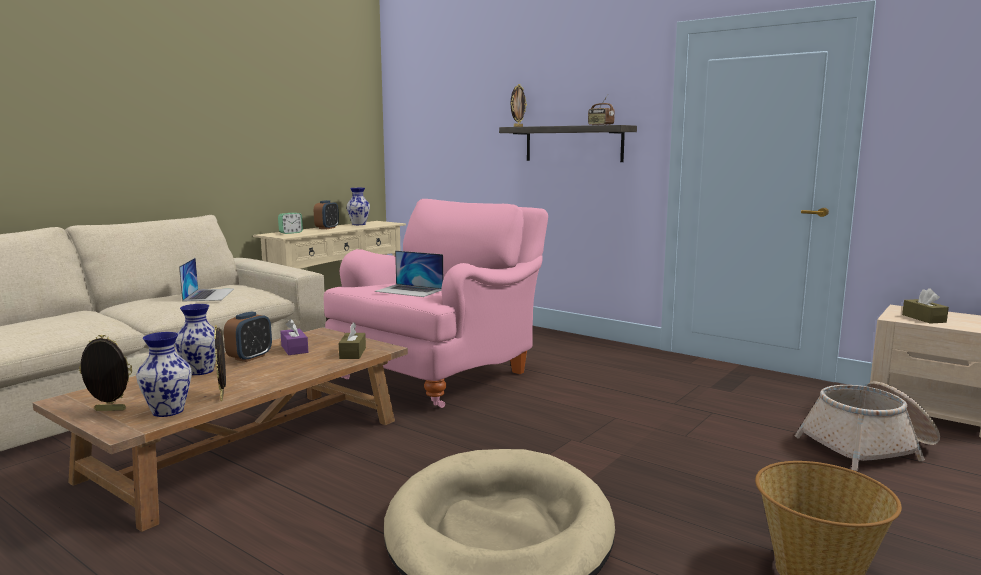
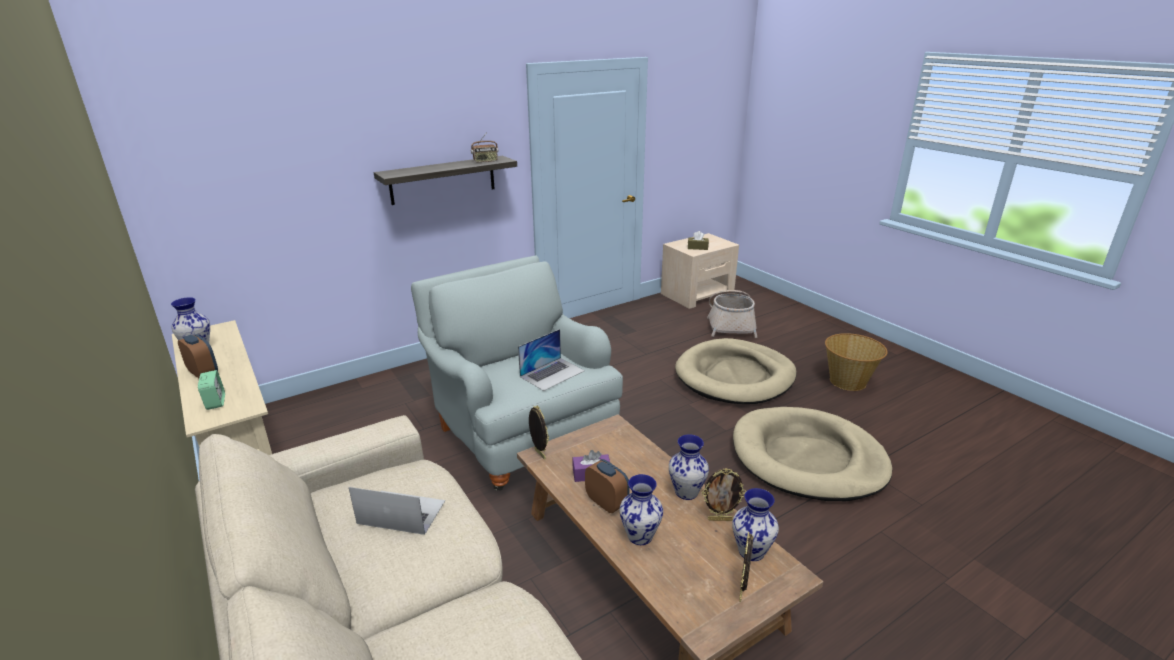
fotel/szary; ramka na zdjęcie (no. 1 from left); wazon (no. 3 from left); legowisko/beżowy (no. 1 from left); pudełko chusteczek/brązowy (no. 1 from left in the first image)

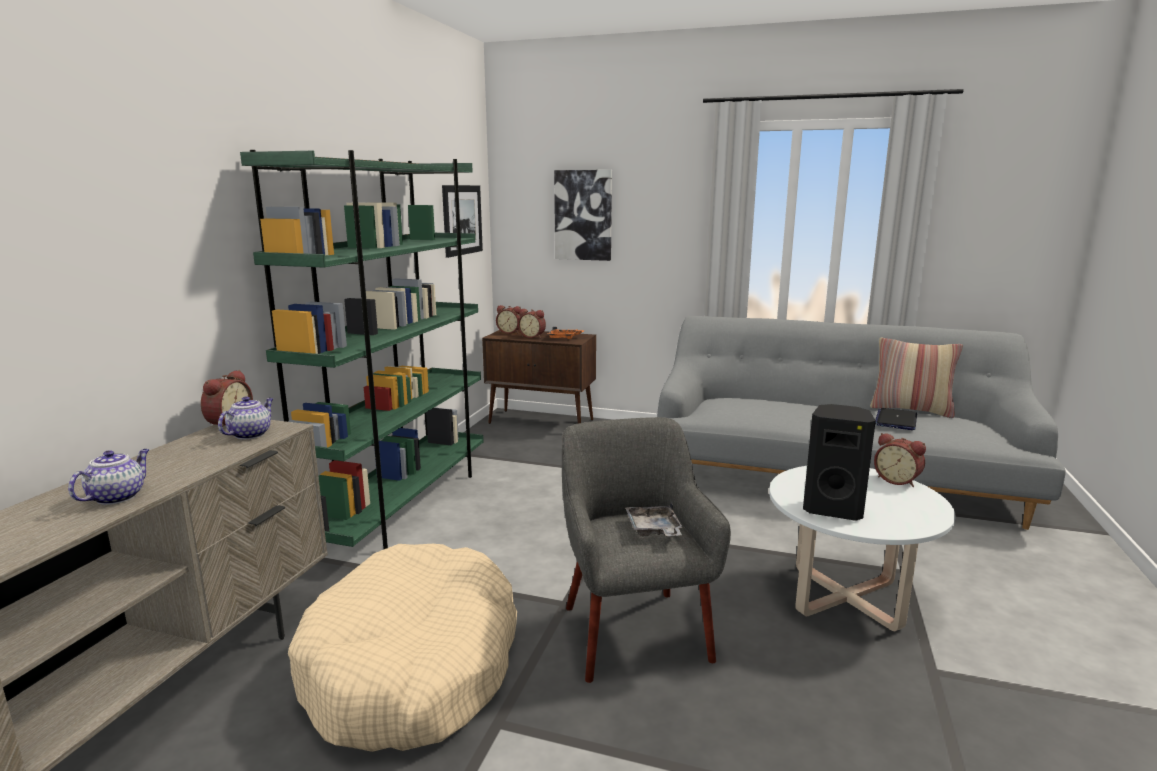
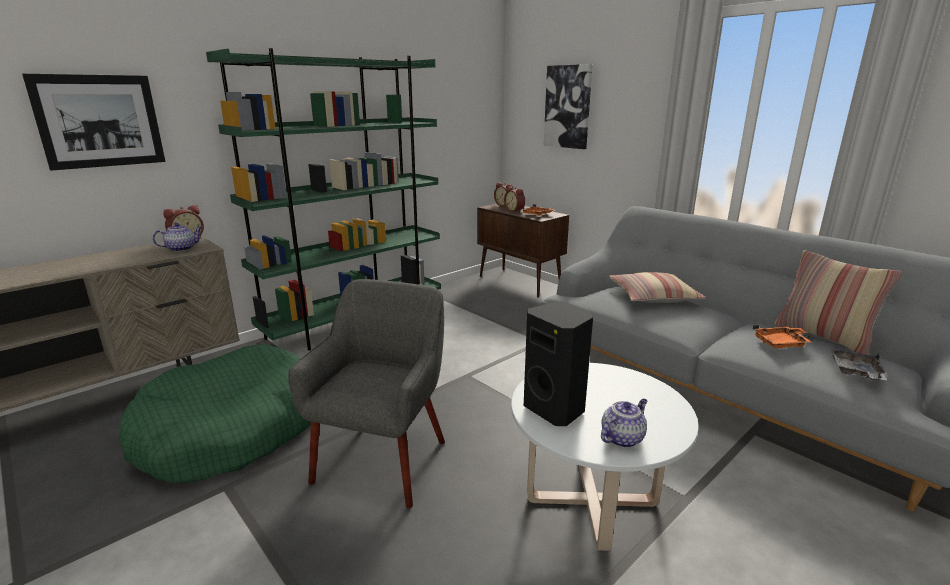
obraz (no. 1 from left); legowisko/zielony; imbryk (no. 2 from left); poduszka (no. 1 from left); taca/pomarańczowy (no. 2 from left); taca/szary; budzik (no. 4 from left in the first image)

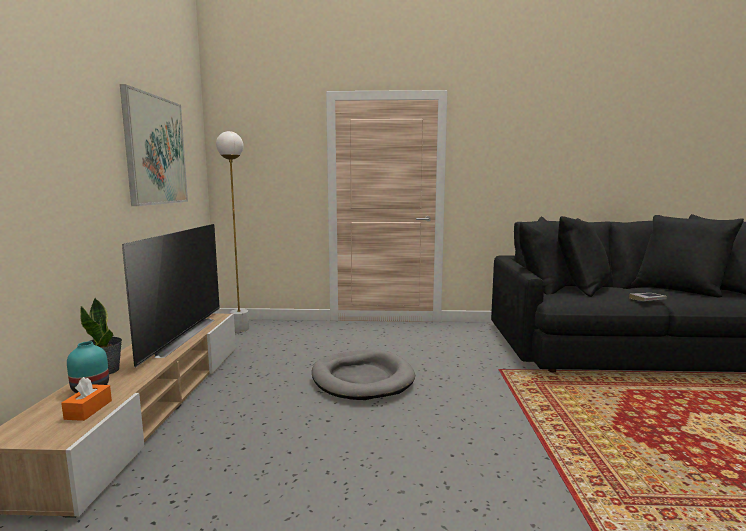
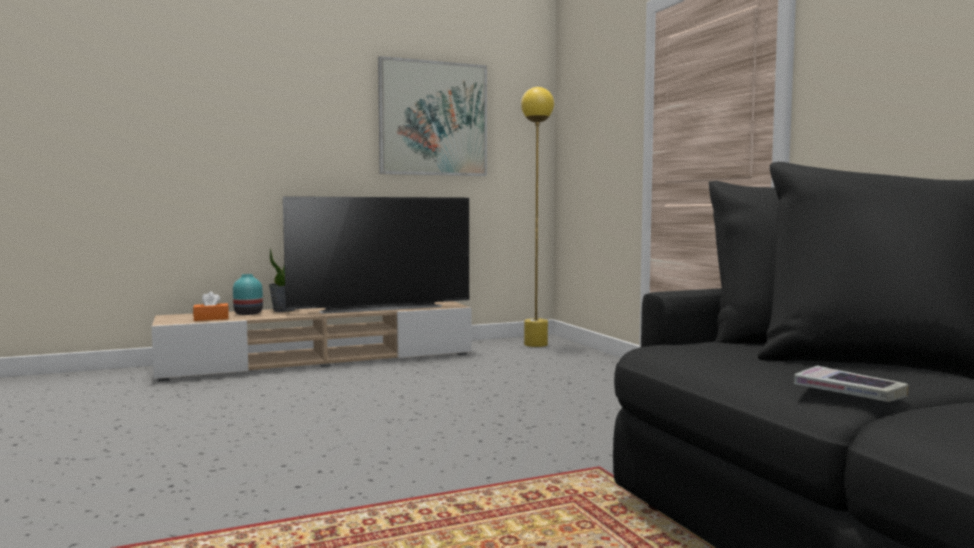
lampa stojąca/żółty; legowisko/szary

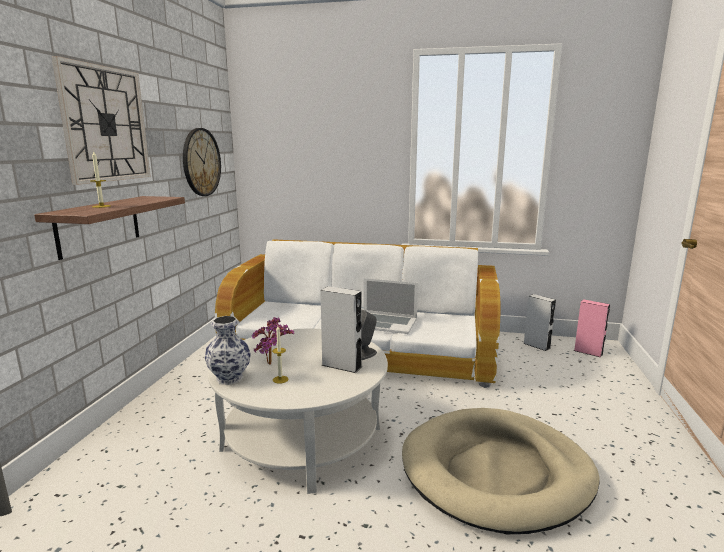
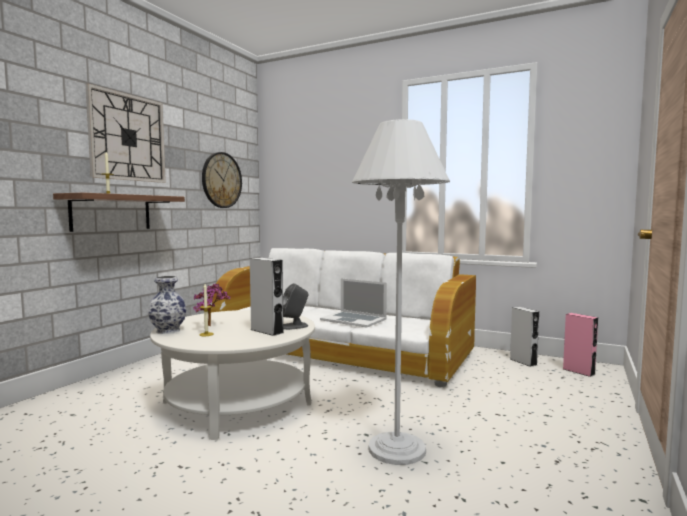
lampa stojąca/biały

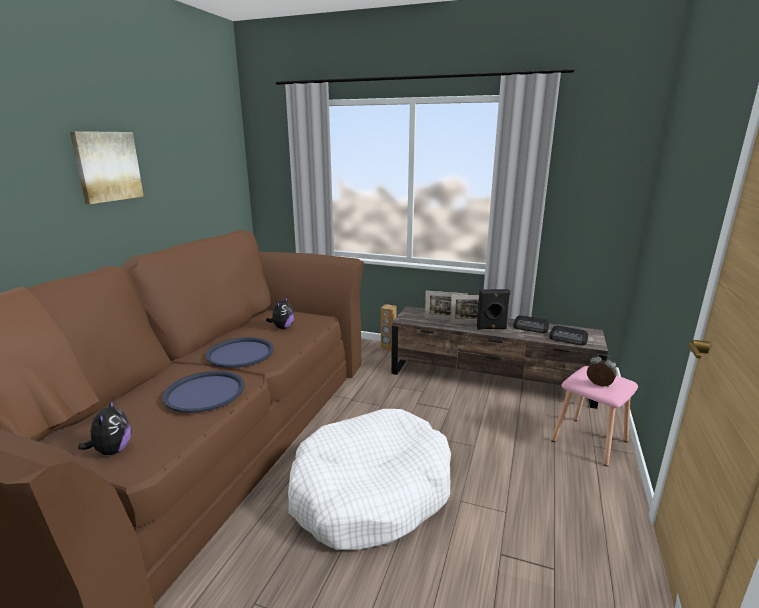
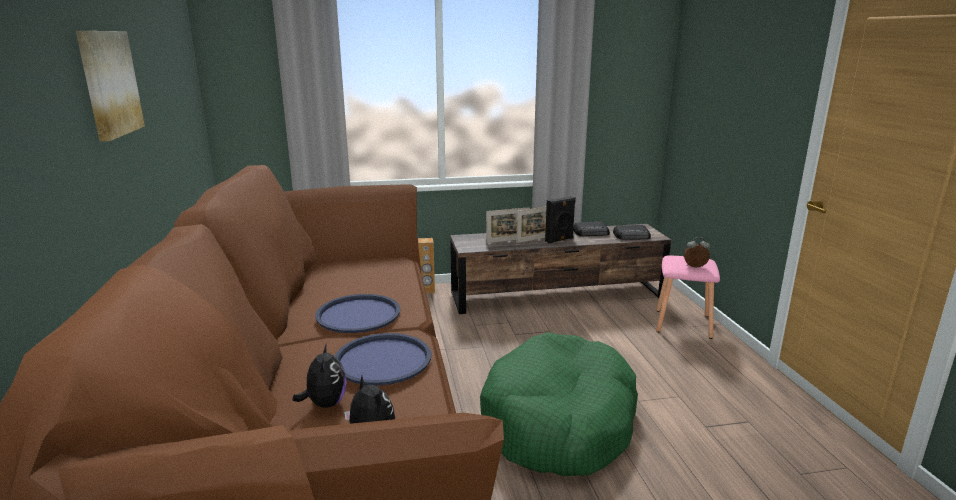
pluszak (no. 1 from left); legowisko/zielony

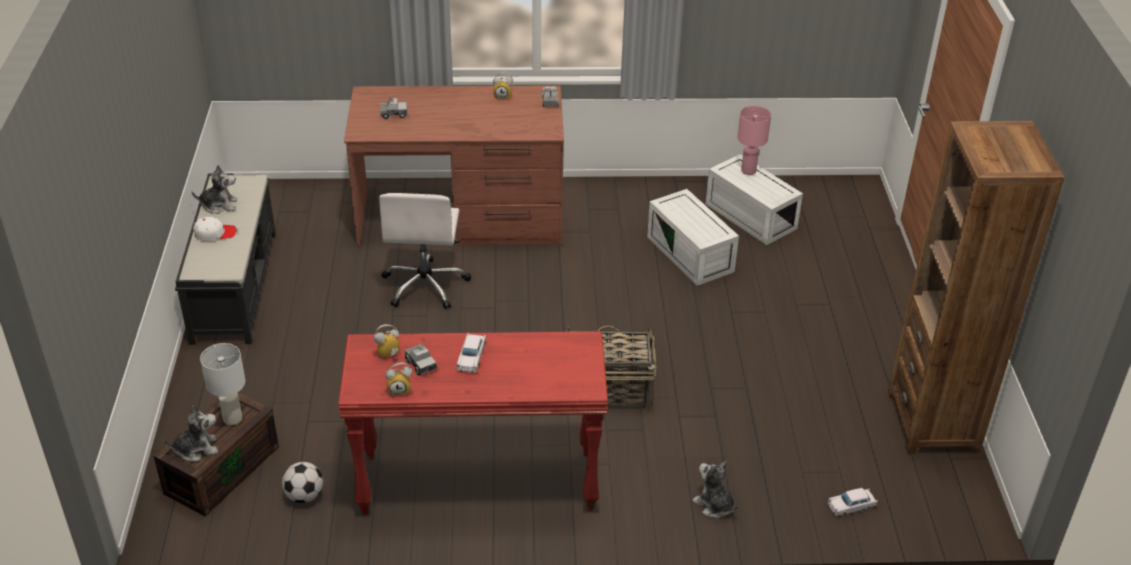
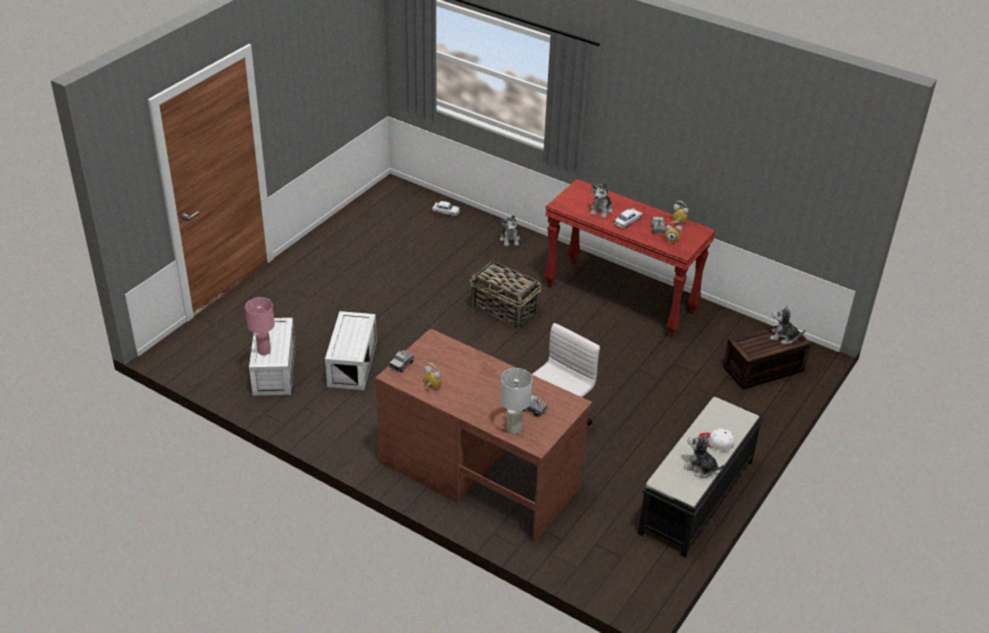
lampa stołowa/biały; pluszak (no. 2 from left); piłka futbolowa; regał/brązowy

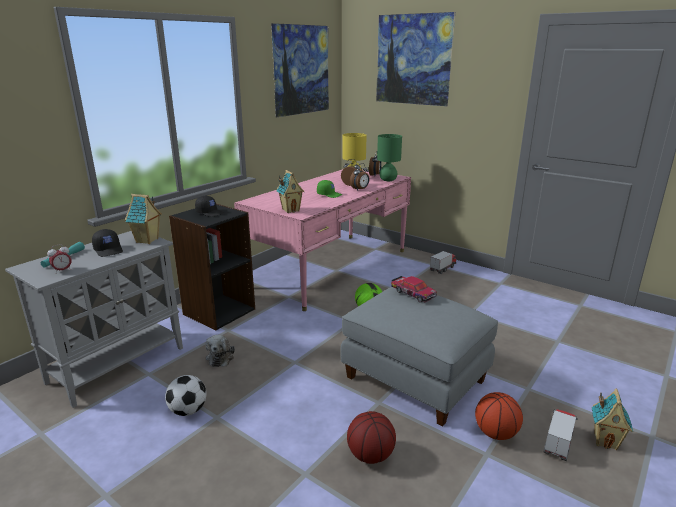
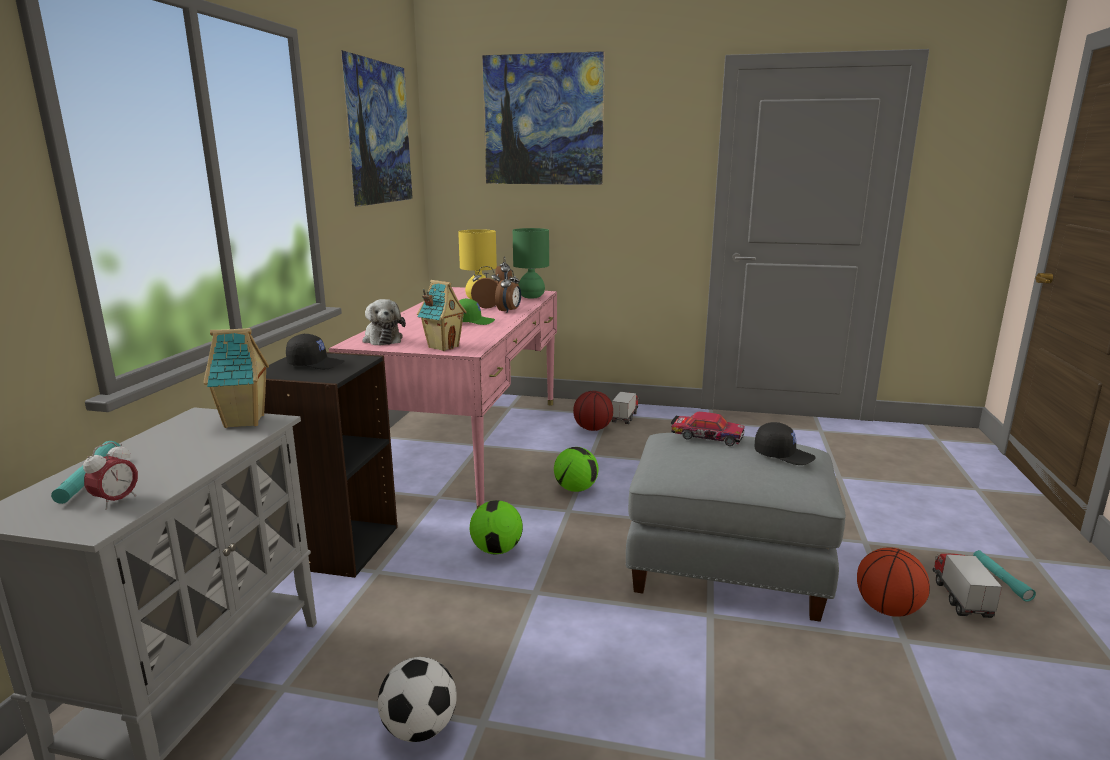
pluszak; piłka futbolowa (no. 2 from left); piłka do koszykówki (no. 1 from left); czapka z daszkiem/czarny (no. 2 from left); latarka/turkusowy (no. 2 from left)

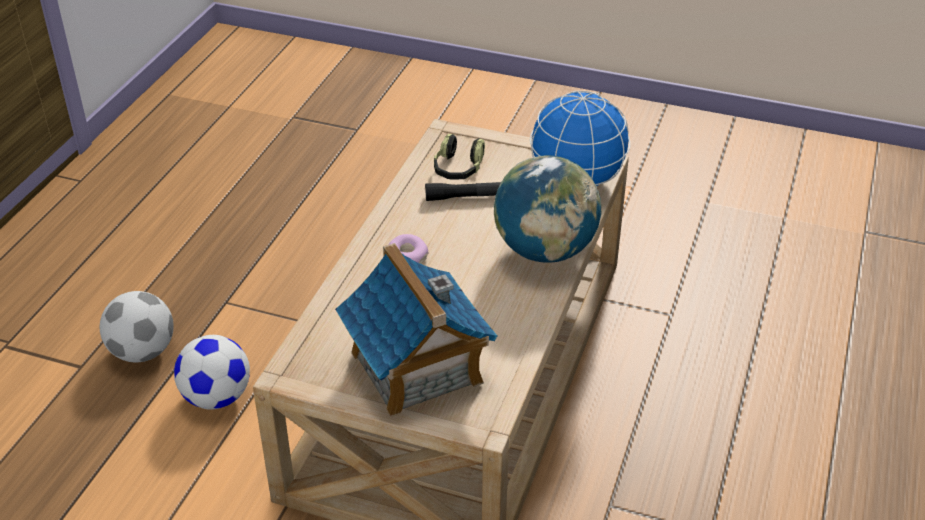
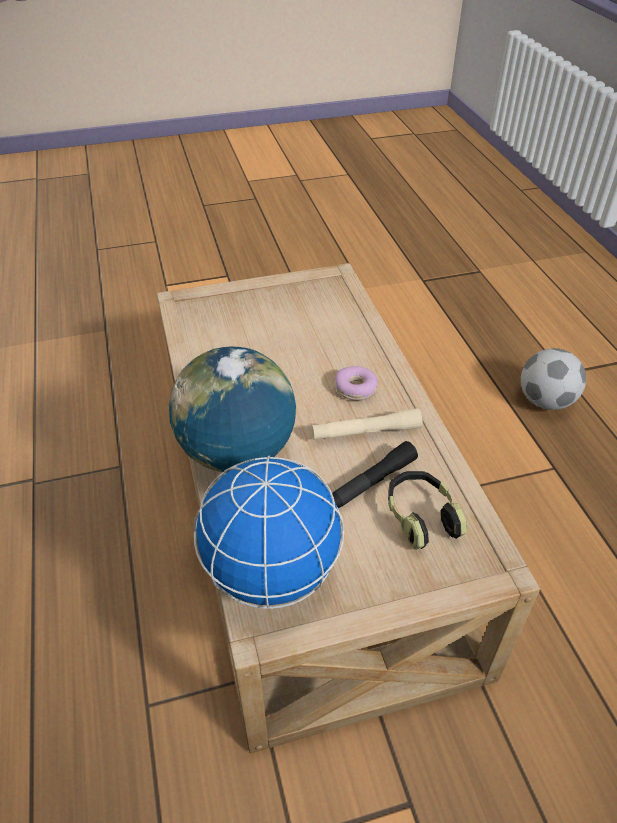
latarka/beżowy; piłka futbolowa (no. 2 from left in the first image); domek

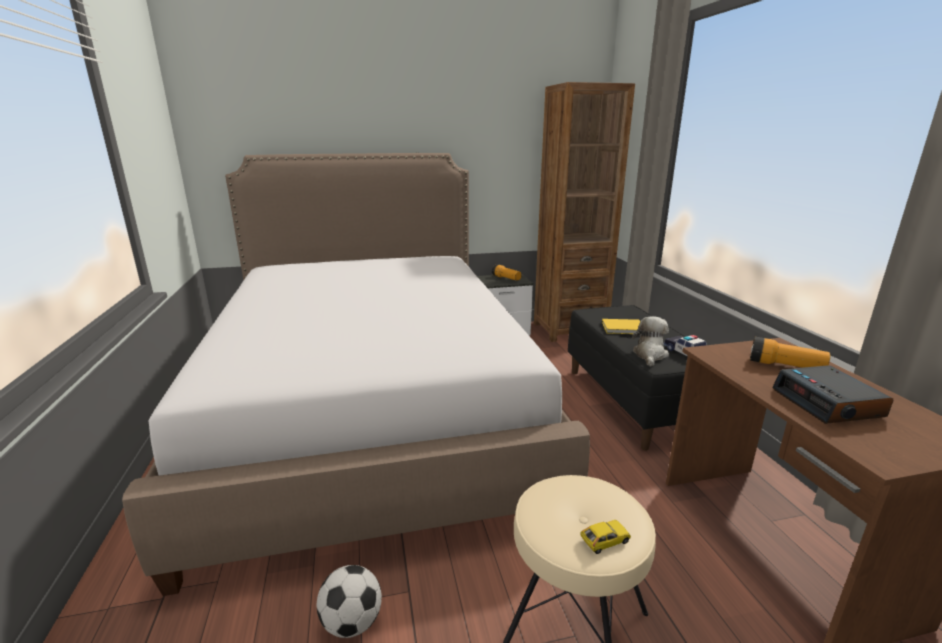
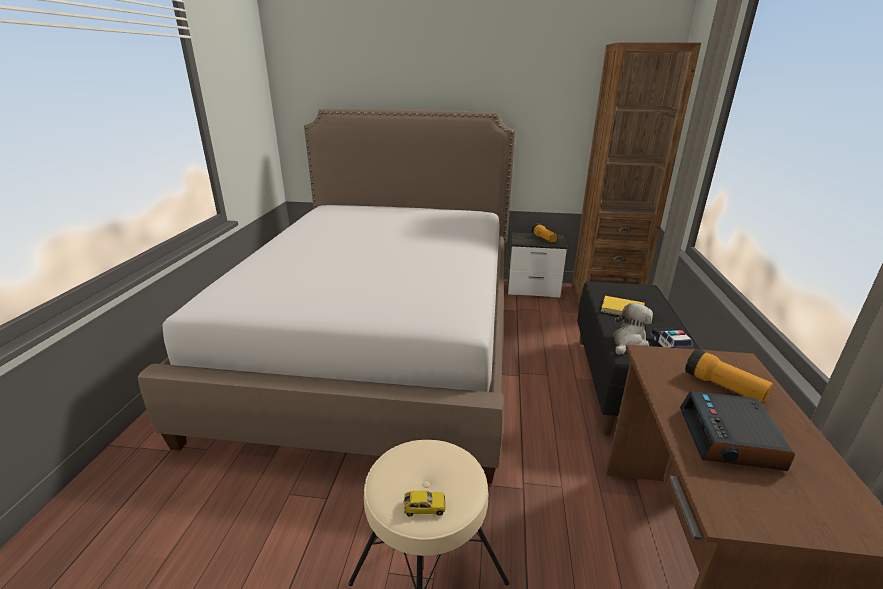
piłka futbolowa

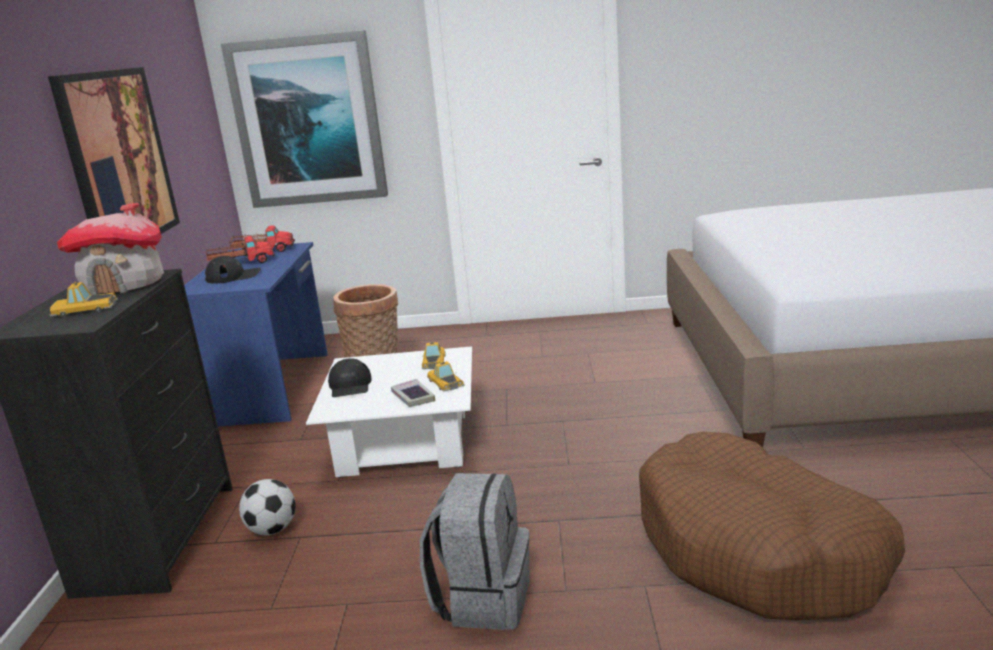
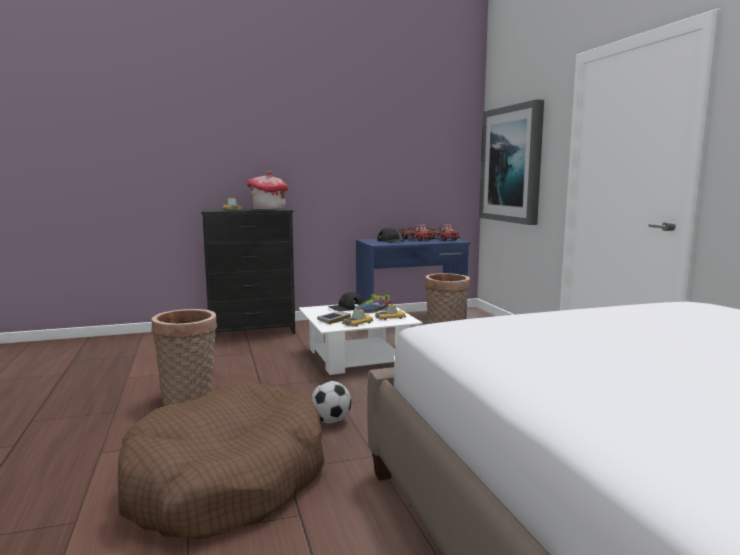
koszyk (no. 1 from left); piłka futbolowa; but; obraz (no. 1 from left in the first image)

